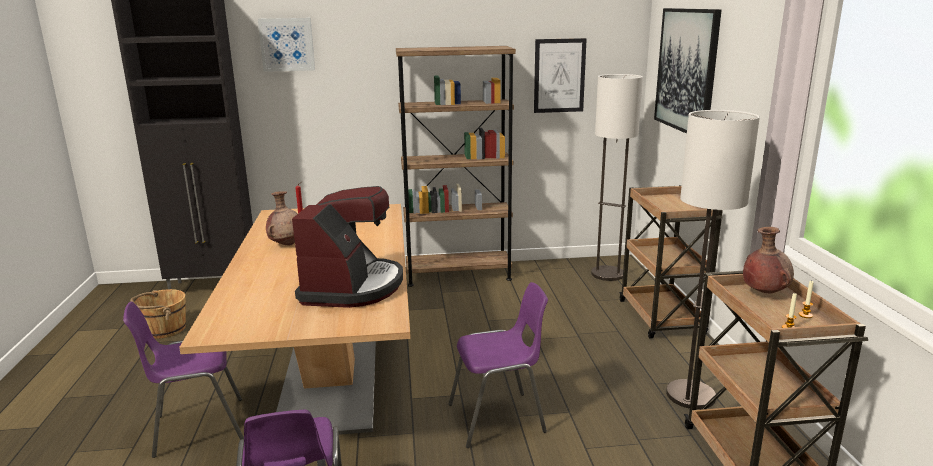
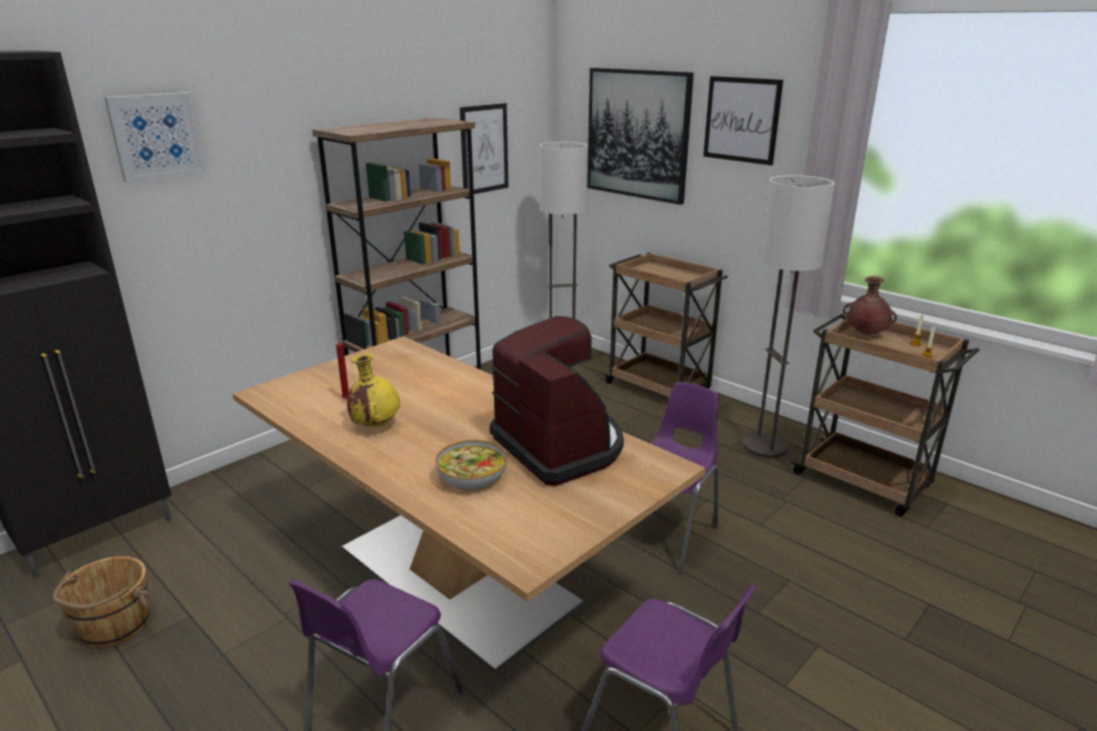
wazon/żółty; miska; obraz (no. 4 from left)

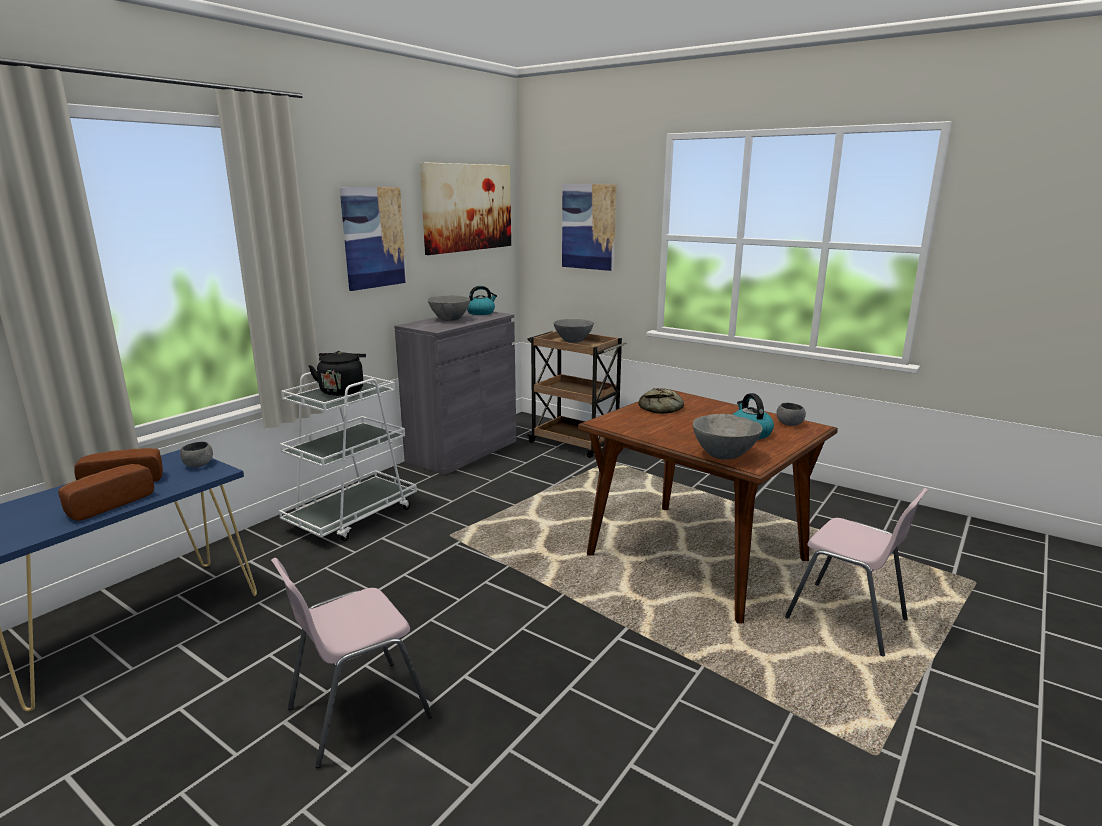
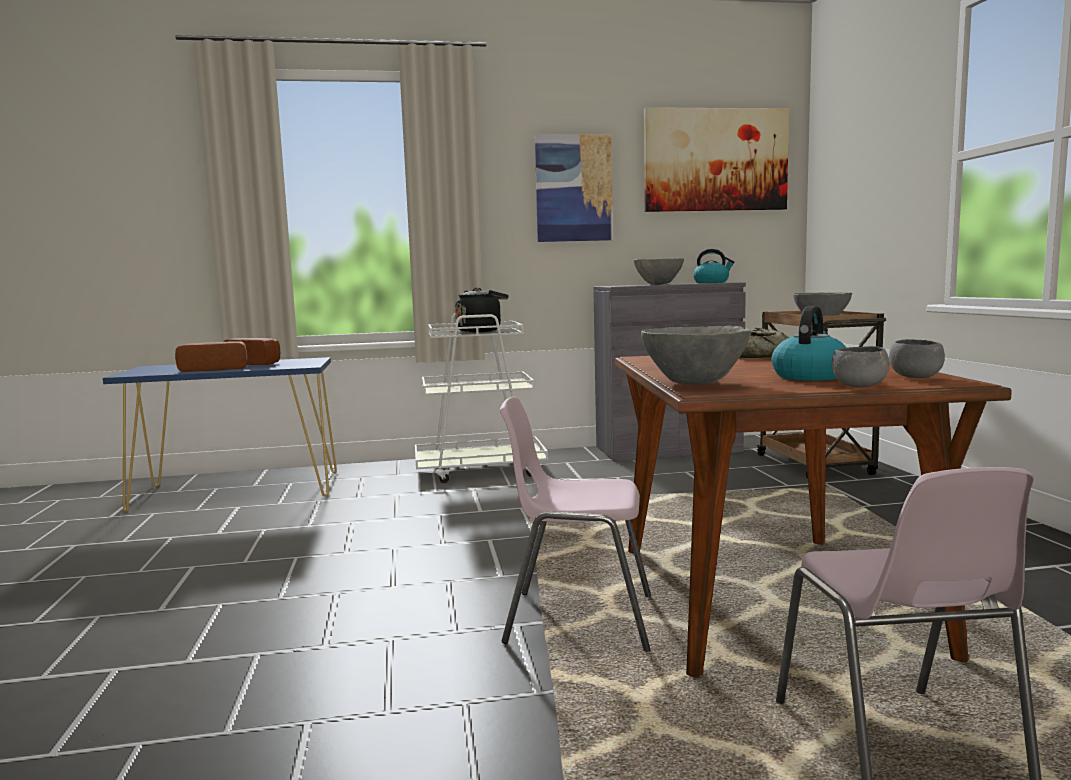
krzesło/różowy (no. 1 from left); miska/szary (no. 4 from left); obraz (no. 3 from left in the first image)

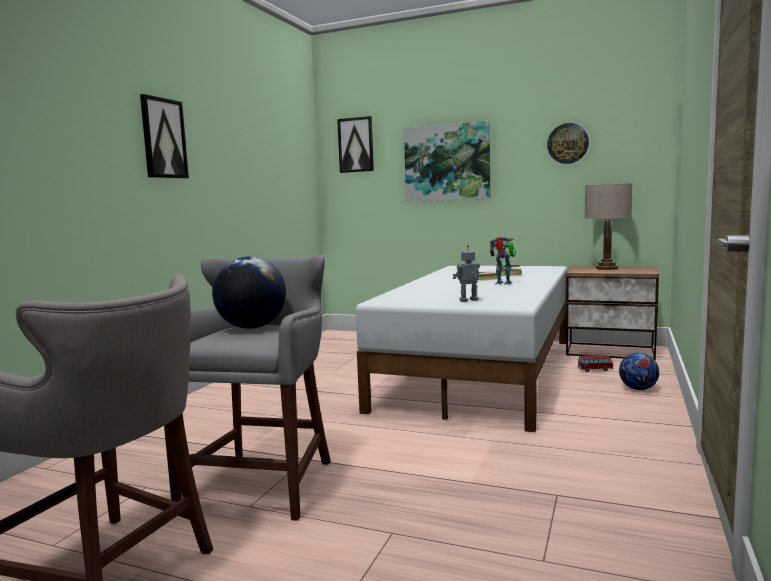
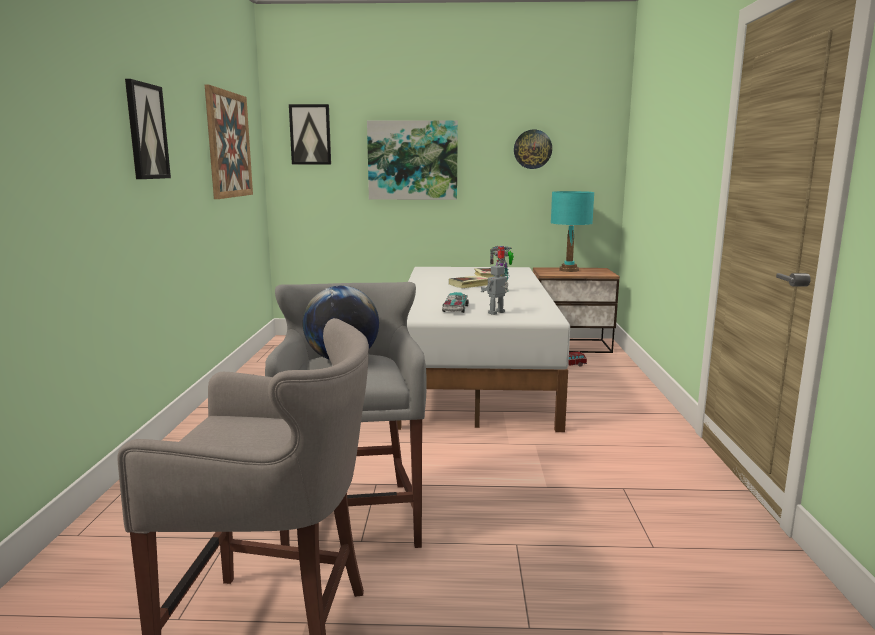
obraz (no. 2 from left); samochodzik (no. 1 from left); lampa stołowa/turkusowy; piłka futbolowa

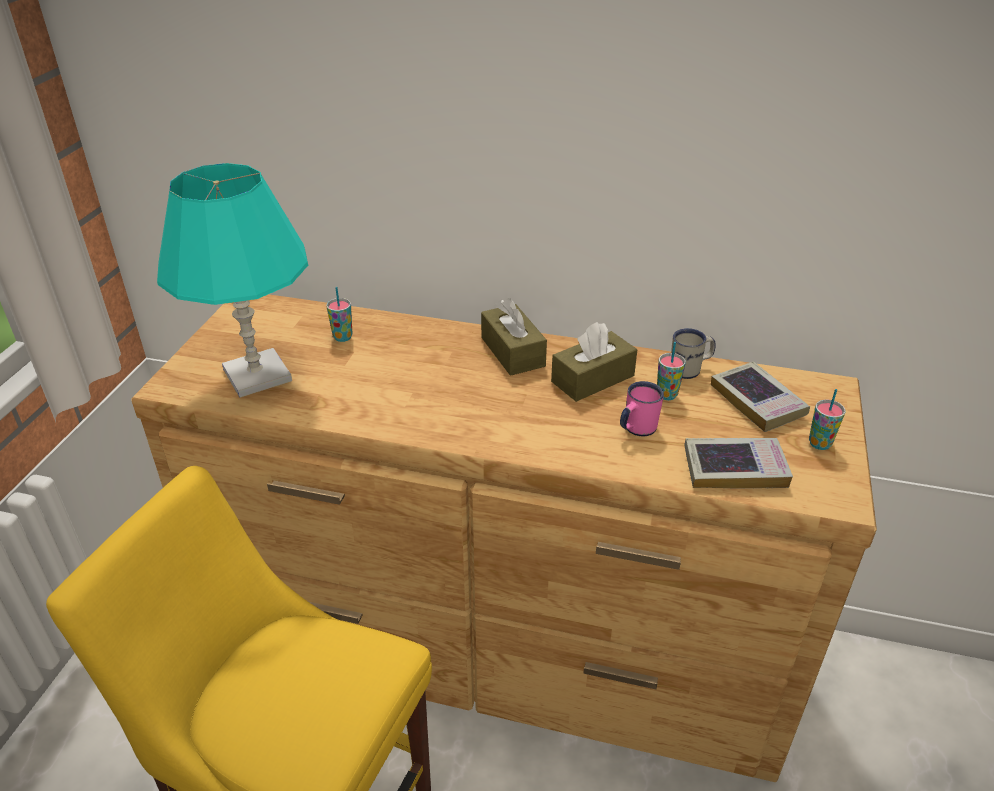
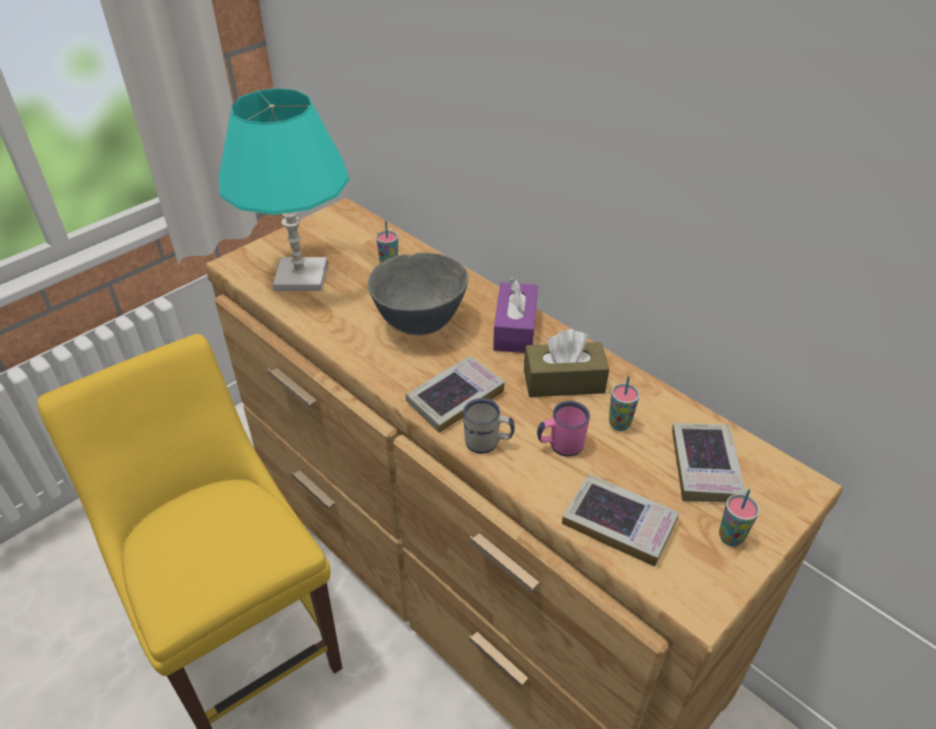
miska/szary; książka (no. 1 from left); kubek/biały; pudełko chusteczek/fioletowy

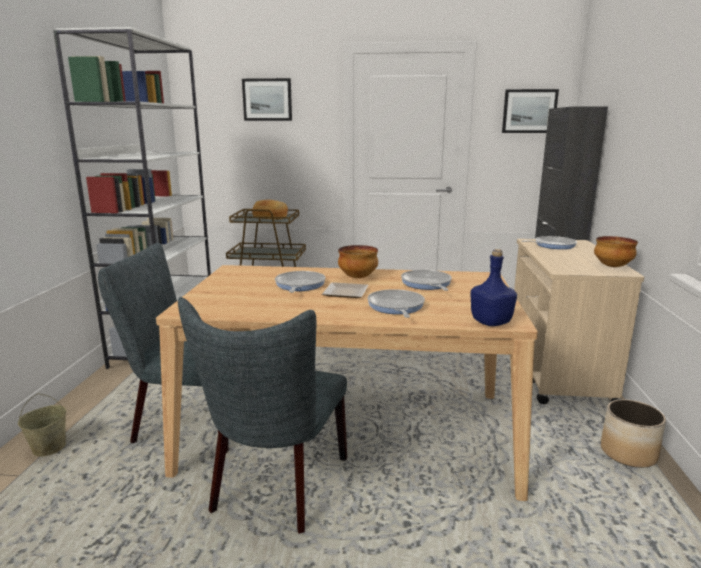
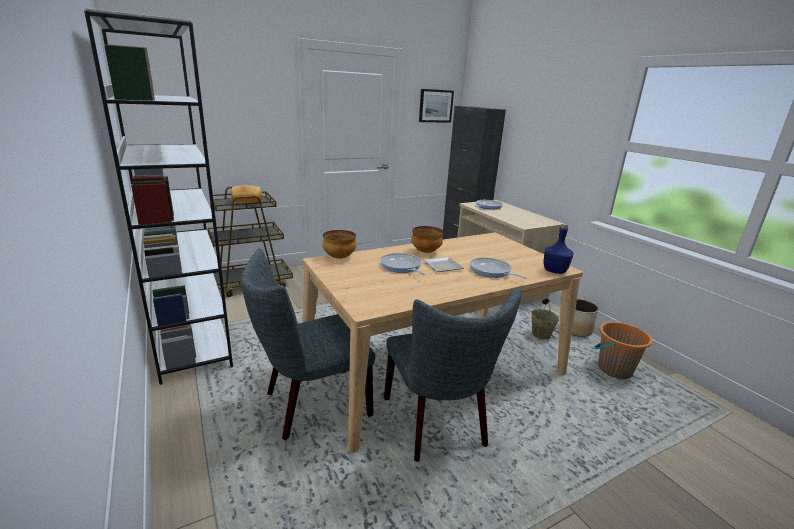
miska (no. 1 from left); wiadro/beżowy; wiadro/pomarańczowy; obraz (no. 1 from left in the first image); patelnia (no. 3 from left in the first image)

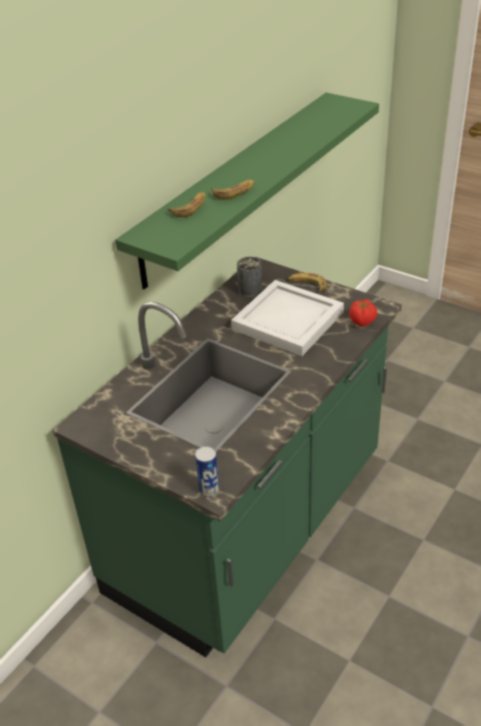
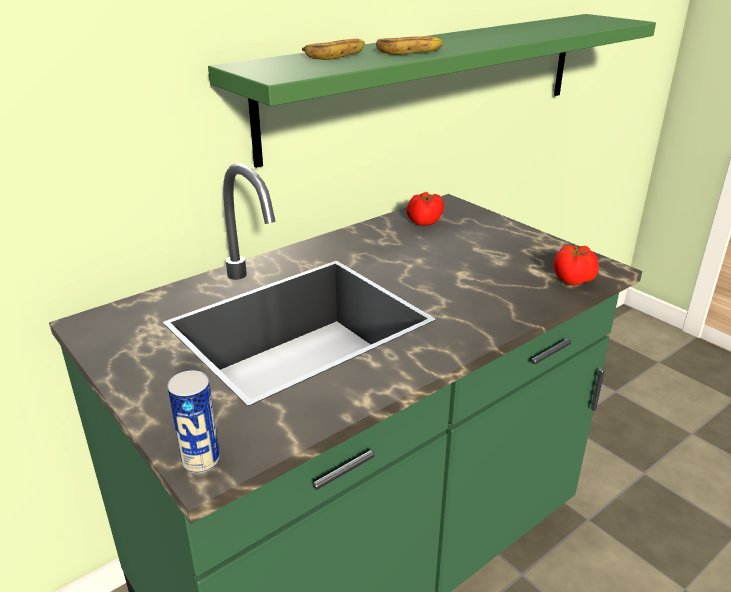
pomidor (no. 1 from left); taca/biały; banan (no. 3 from left in the first image)

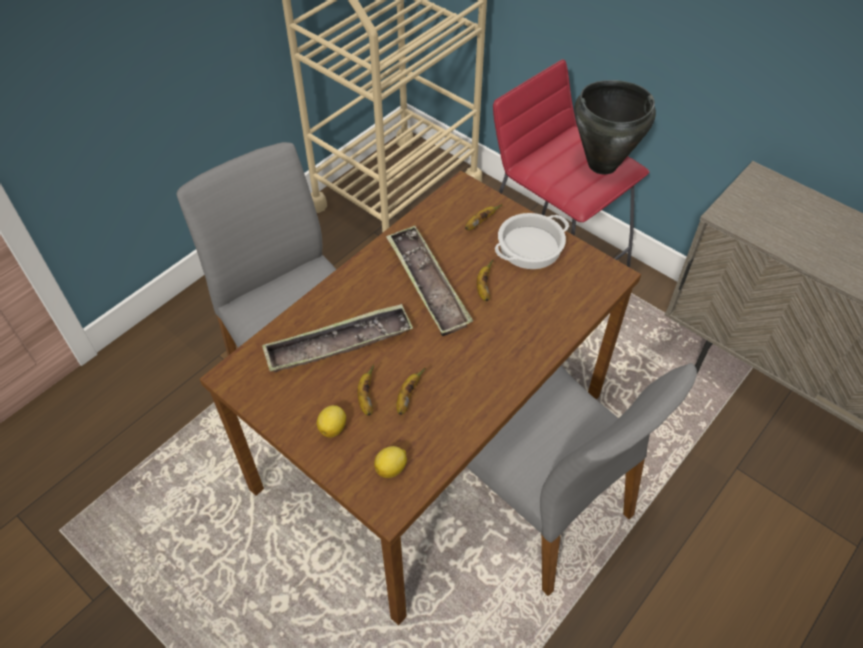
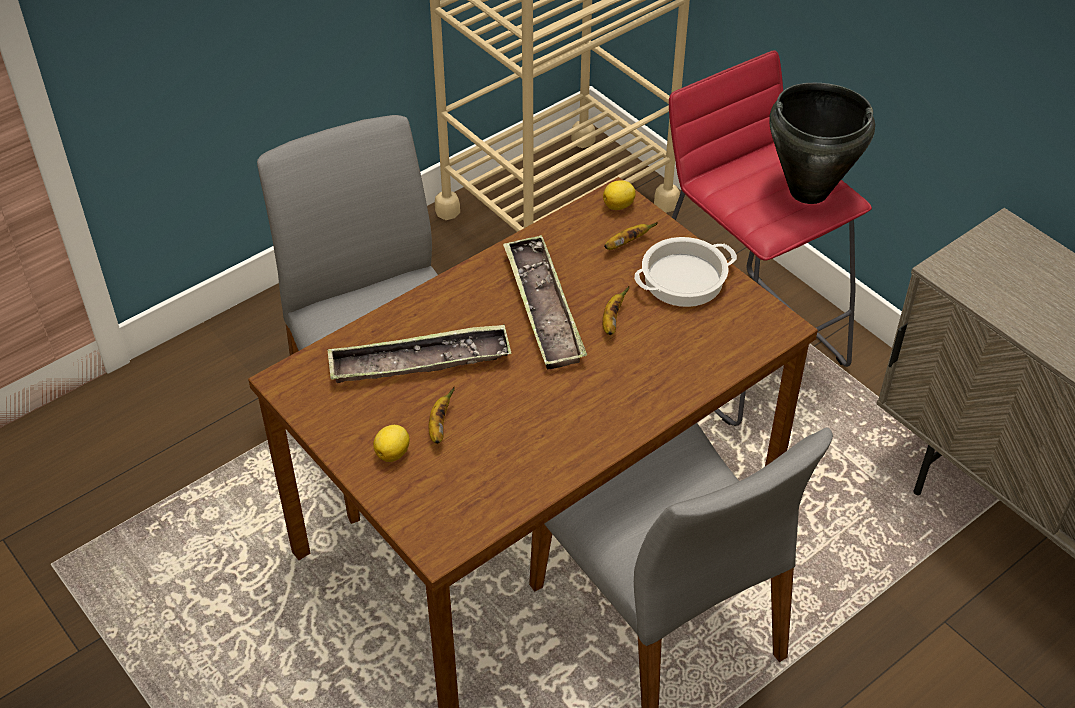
cytryna (no. 2 from left); banan (no. 2 from left in the first image)

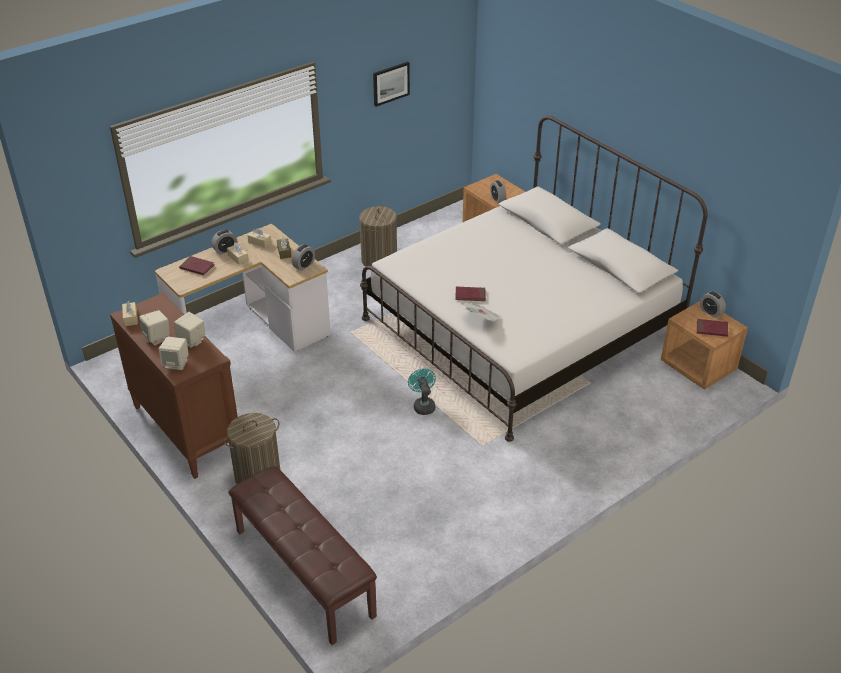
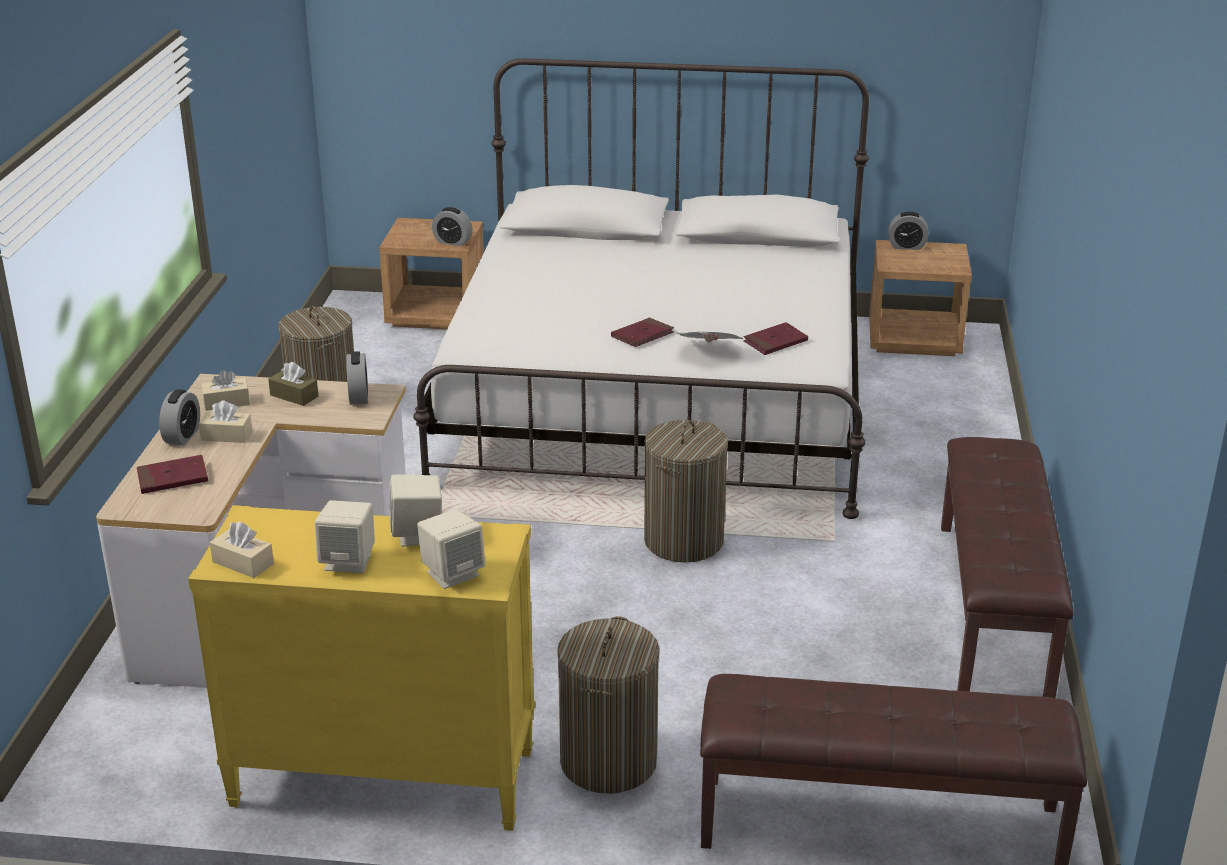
komoda/żółty; kosz na pranie (no. 3 from left); książka/czerwony (no. 3 from left); ławka/brązowy (no. 2 from left); obraz

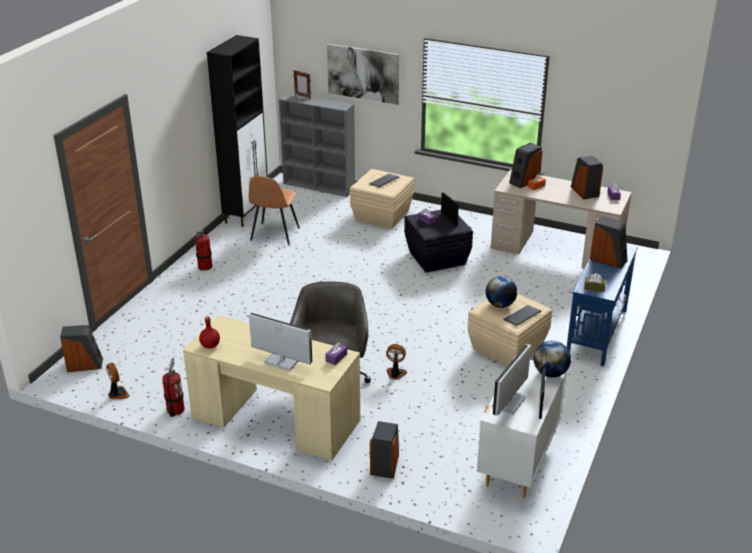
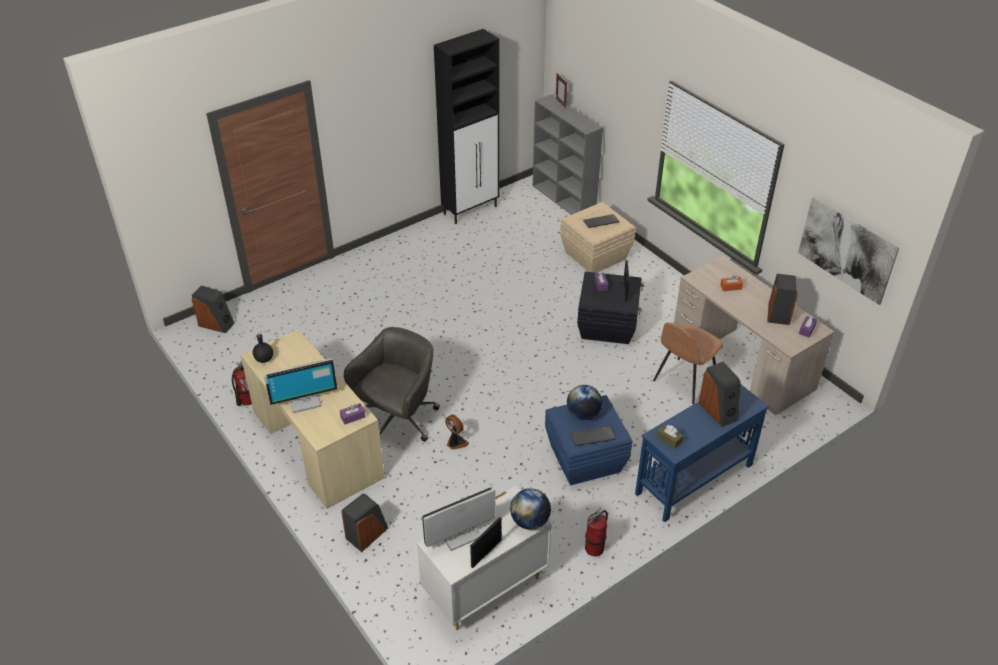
butelka/czarny; monitor (no. 1 from left); pojemnik do przechowywania/niebieski; gaśnica (no. 2 from left); krzesło/brązowy; obraz; wentylator (no. 1 from left in the first image); głośnik (no. 3 from left in the first image)

